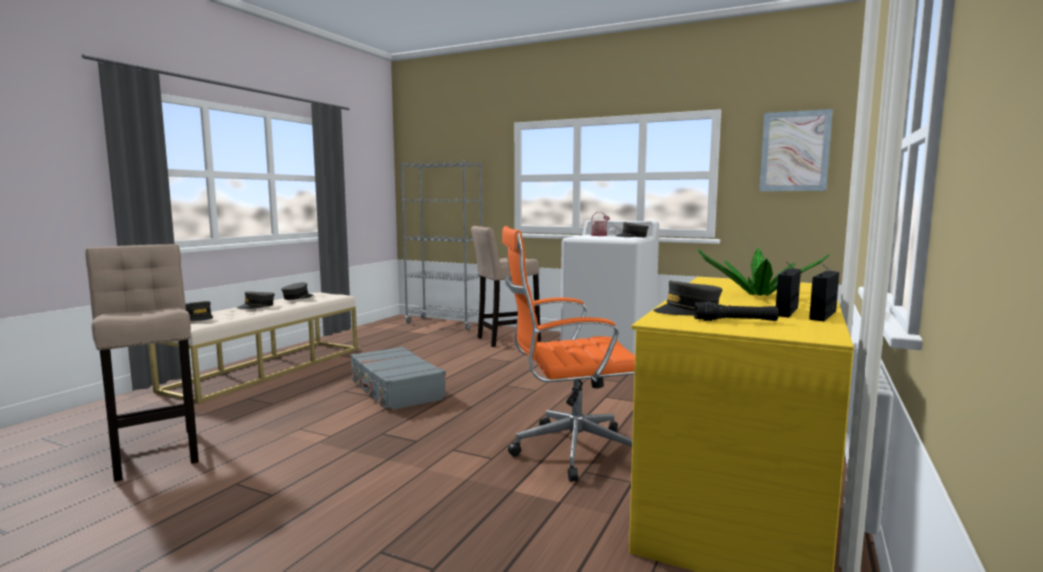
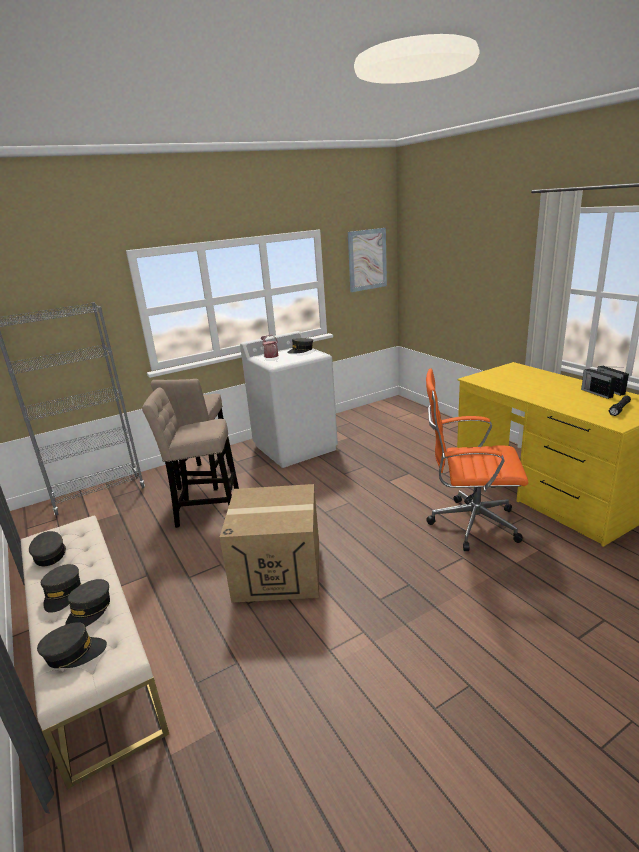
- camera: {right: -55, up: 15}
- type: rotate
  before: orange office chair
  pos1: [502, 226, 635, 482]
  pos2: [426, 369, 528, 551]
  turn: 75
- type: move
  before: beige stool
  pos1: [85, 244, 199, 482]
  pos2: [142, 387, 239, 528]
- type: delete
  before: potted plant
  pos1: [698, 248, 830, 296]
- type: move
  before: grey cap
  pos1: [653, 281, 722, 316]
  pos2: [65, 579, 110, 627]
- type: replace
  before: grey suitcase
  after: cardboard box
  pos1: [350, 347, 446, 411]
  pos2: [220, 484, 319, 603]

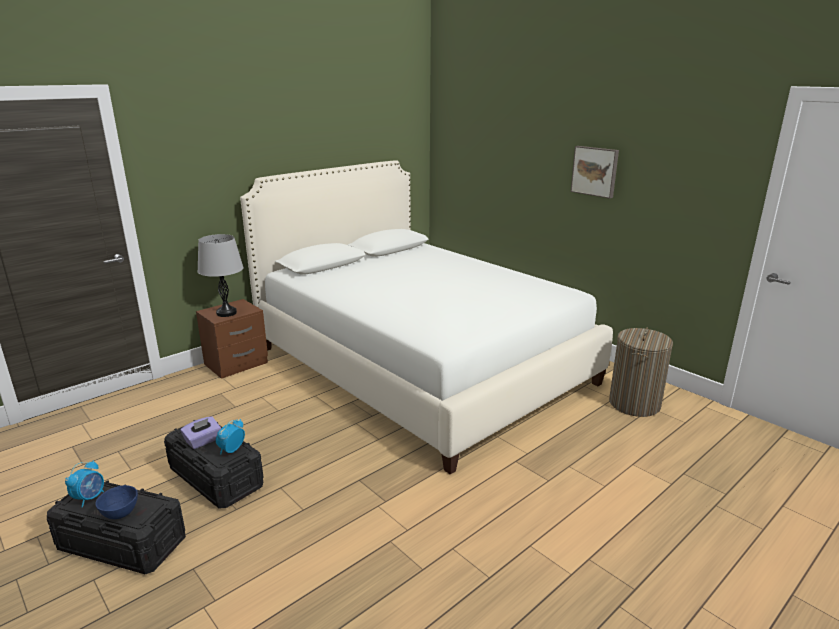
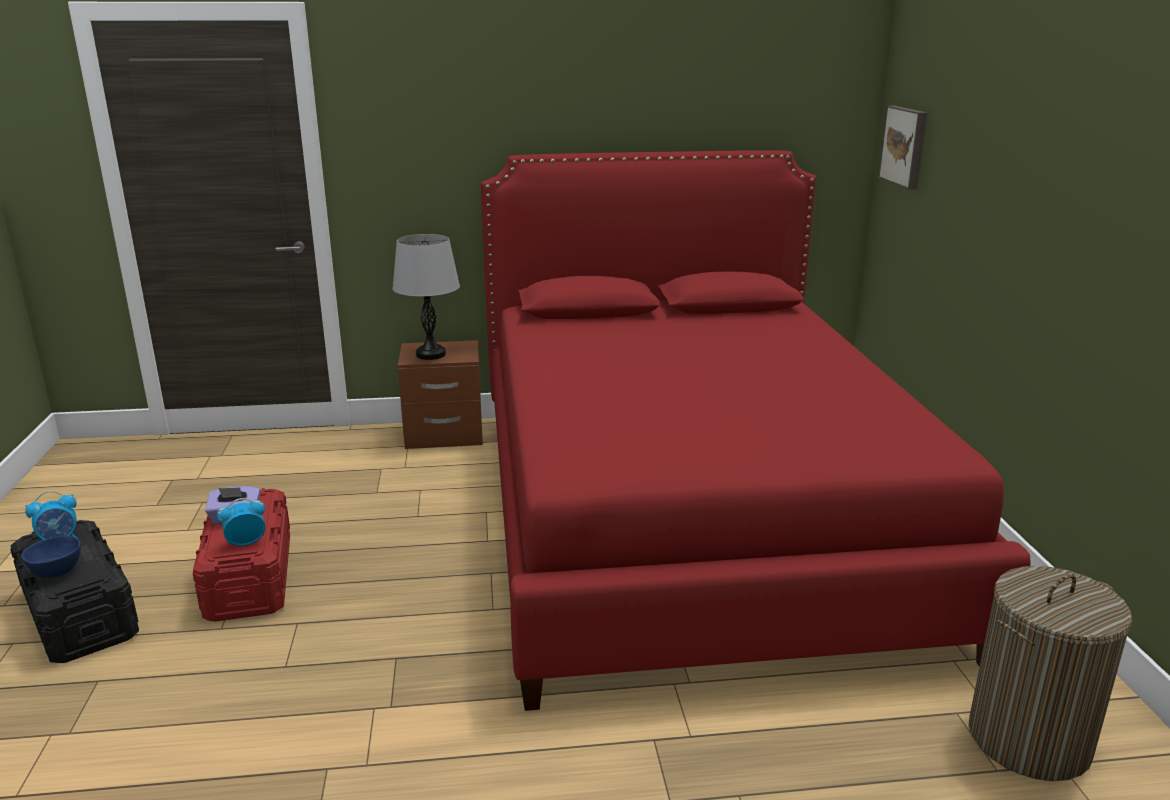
- camera: {right: 35, up: 0}
- type: move
  before: picture
  pos1: [571, 146, 619, 198]
  pos2: [878, 106, 927, 189]
- type: recolor
  before: white bed
  after: red bed
  pos1: [240, 161, 613, 474]
  pos2: [481, 150, 1031, 711]
- type: recolor
  before: black storage box
  after: red storage box
  pos1: [164, 420, 263, 508]
  pos2: [193, 488, 290, 622]

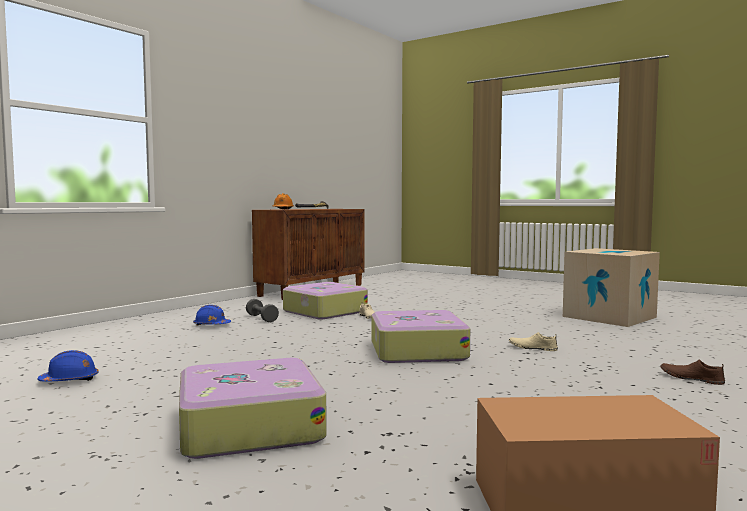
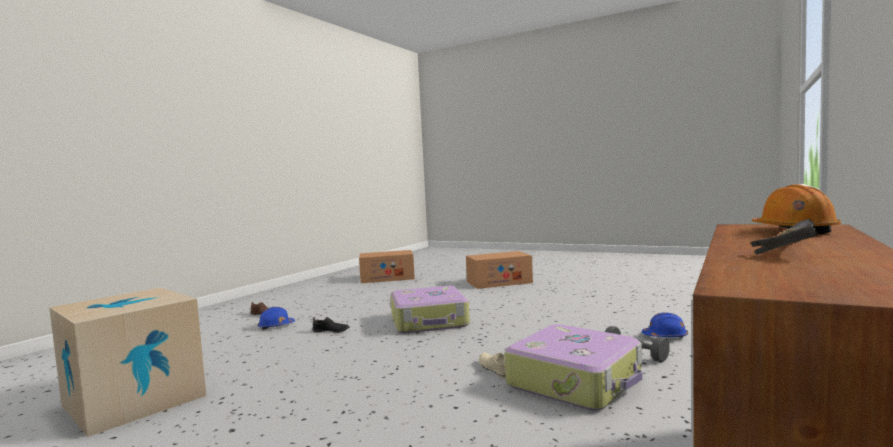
- camera: {right: 175, up: 0}
- type: recolor
  before: beige shoe
  after: black shoe
  pos1: [509, 332, 558, 351]
  pos2: [312, 317, 350, 333]
- type: move
  before: blue hard hat
  pos1: [37, 350, 99, 382]
  pos2: [257, 307, 295, 330]
- type: replace
  before: suitcase
  after: cardboard box
  pos1: [179, 358, 327, 459]
  pos2: [466, 251, 533, 289]

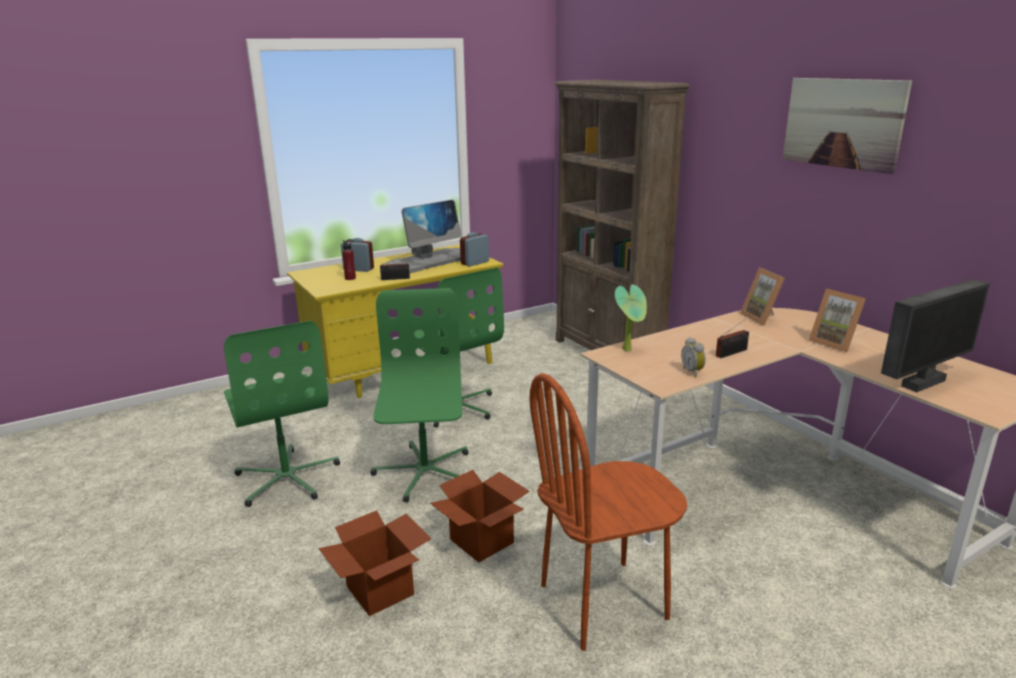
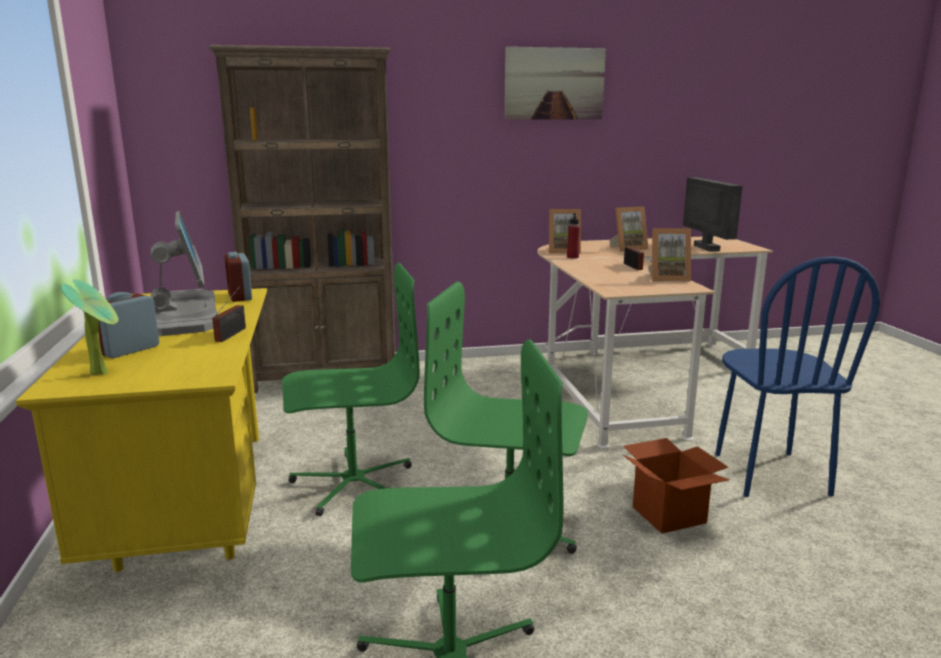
- camera: {right: -70, up: -5}
- type: move
  before: red bottle
  pos1: [342, 239, 356, 280]
  pos2: [567, 213, 580, 259]
- type: move
  before: potted plant
  pos1: [615, 284, 647, 352]
  pos2: [61, 279, 119, 375]
- type: replace
  before: alarm clock
  after: picture frame
  pos1: [681, 337, 706, 377]
  pos2: [648, 228, 691, 281]
- type: recolor
  before: brown chair
  after: blue chair
  pos1: [529, 373, 687, 651]
  pos2: [715, 256, 880, 497]
- type: delete
  before: cardboard box
  pos1: [318, 510, 431, 616]

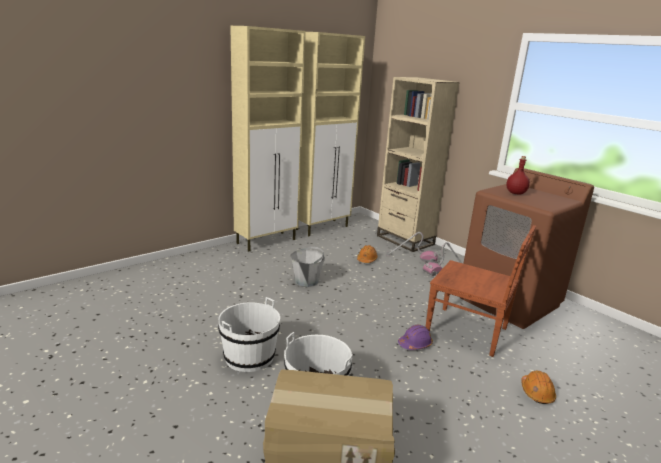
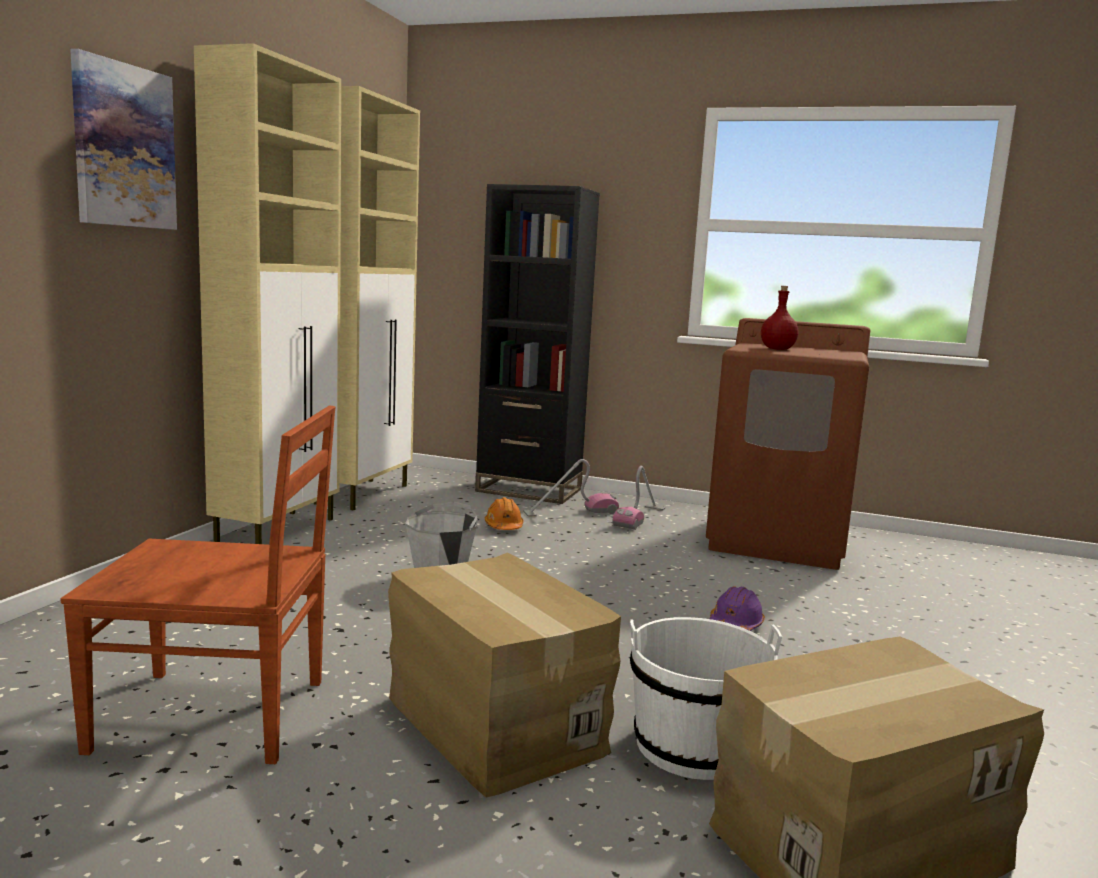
- camera: {right: -30, up: -10}
- type: recolor
  before: beige bookcase
  after: black bookcase
  pos1: [377, 77, 459, 252]
  pos2: [475, 184, 600, 504]
- type: move
  before: brown chair
  pos1: [426, 225, 536, 357]
  pos2: [60, 405, 336, 764]
- type: replace
  before: white bucket
  after: cardboard box
  pos1: [218, 297, 280, 372]
  pos2: [388, 553, 621, 797]
- type: delete
  before: orange hard hat
  pos1: [521, 371, 556, 404]
- type: insert
  after: picture
  pos2: [70, 49, 177, 230]

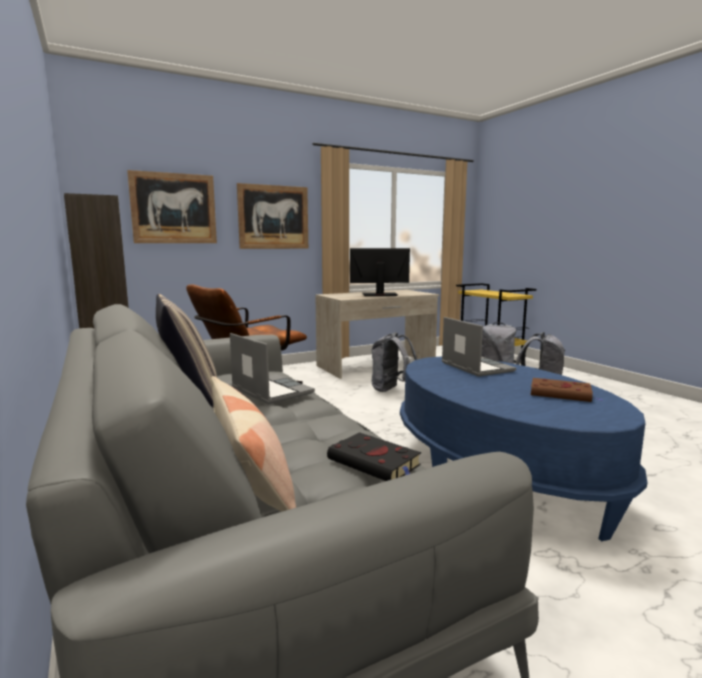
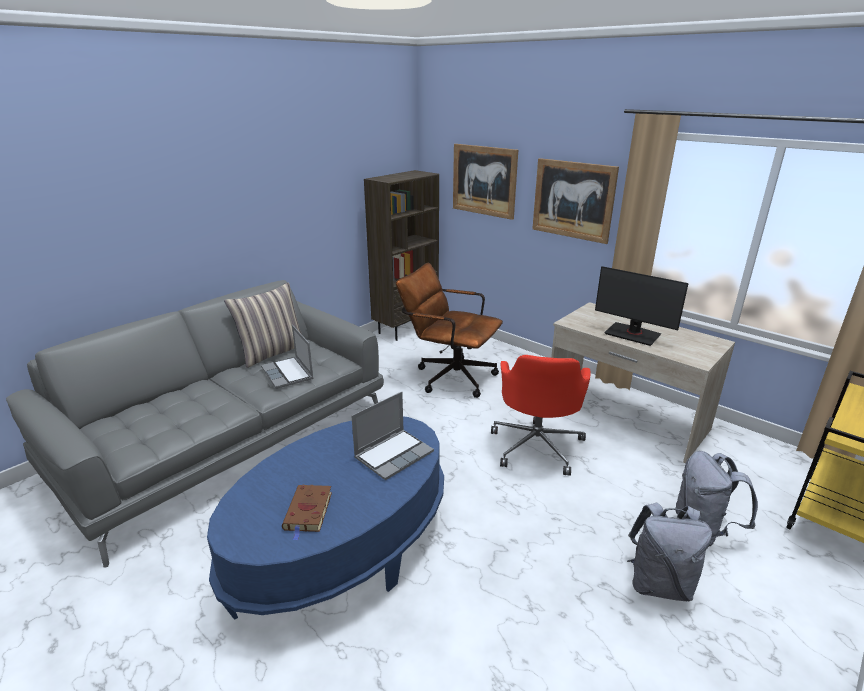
- camera: {right: 70, up: 15}
- type: rotate
  before: monitor
  pos1: [350, 248, 410, 296]
  pos2: [595, 266, 689, 346]
  turn: 150
- type: replace
  before: grey backpack
  after: red office chair
  pos1: [371, 332, 417, 392]
  pos2: [491, 355, 591, 476]
- type: rotate
  before: laptop
  pos1: [230, 333, 315, 404]
  pos2: [261, 325, 314, 389]
  turn: 120
- type: delete
  before: pillow
  pos1: [211, 376, 296, 512]
- type: delete
  before: black book
  pos1: [327, 432, 421, 481]

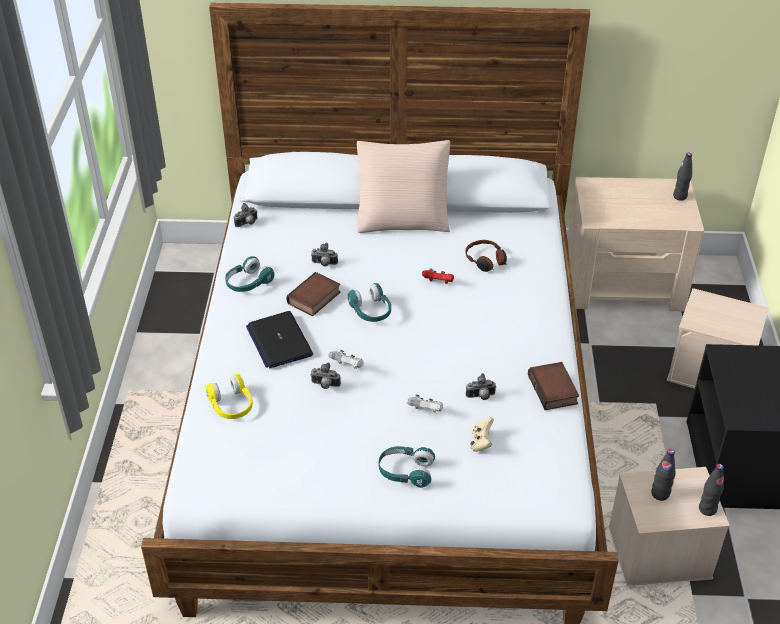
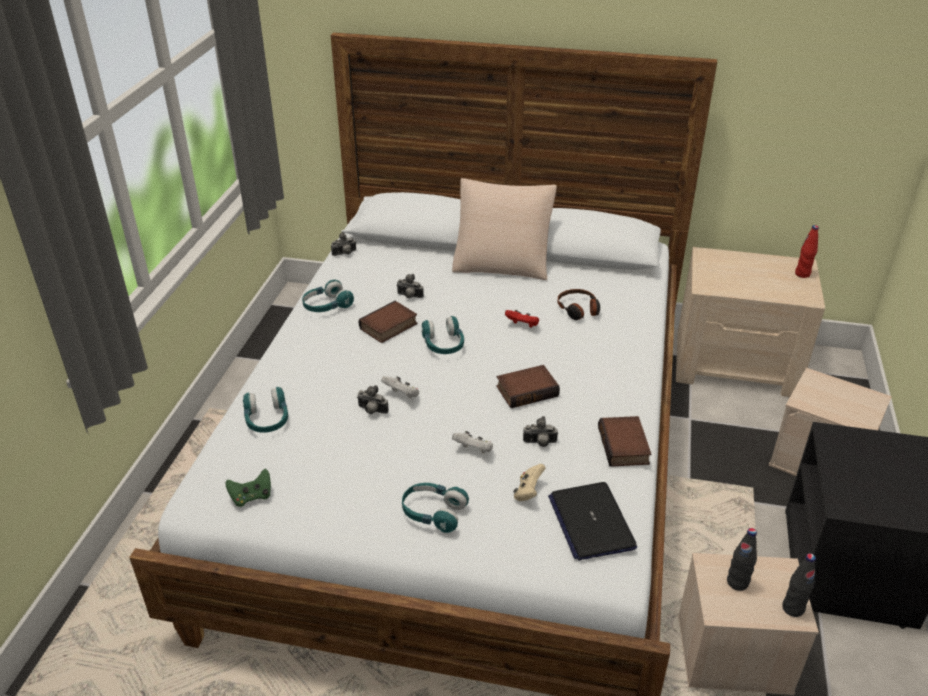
- camera: {right: 10, up: -5}
- type: recolor
  before: black bottle
  after: red bottle
  pos1: [673, 153, 692, 201]
  pos2: [795, 225, 819, 278]
- type: move
  before: laptop
  pos1: [246, 311, 313, 369]
  pos2: [548, 482, 637, 560]
- type: recolor
  before: yellow headphones
  after: turquoise headphones
  pos1: [206, 374, 253, 419]
  pos2: [243, 387, 288, 433]
- type: insert
  after: book
  pos2: [496, 365, 560, 408]
- type: insert
  after: green game controller
  pos2: [225, 469, 271, 507]

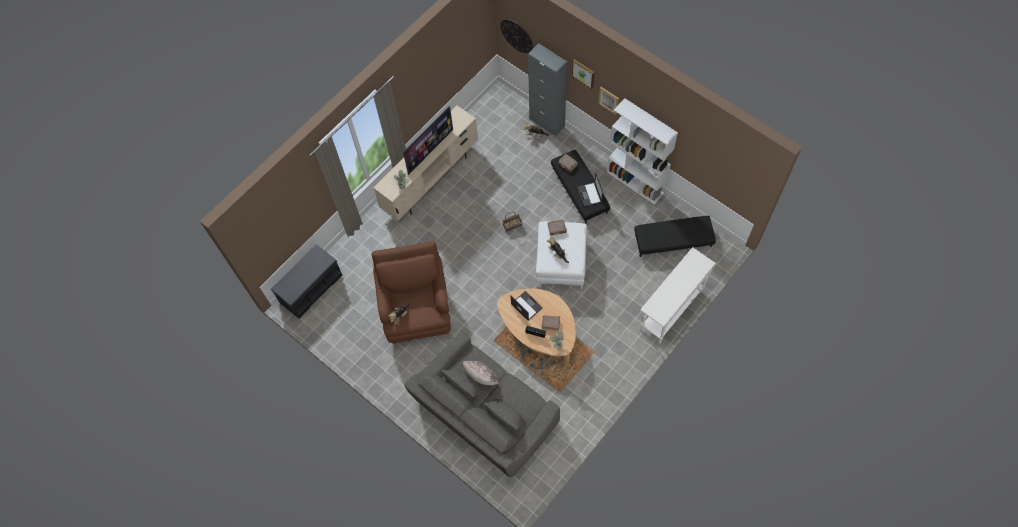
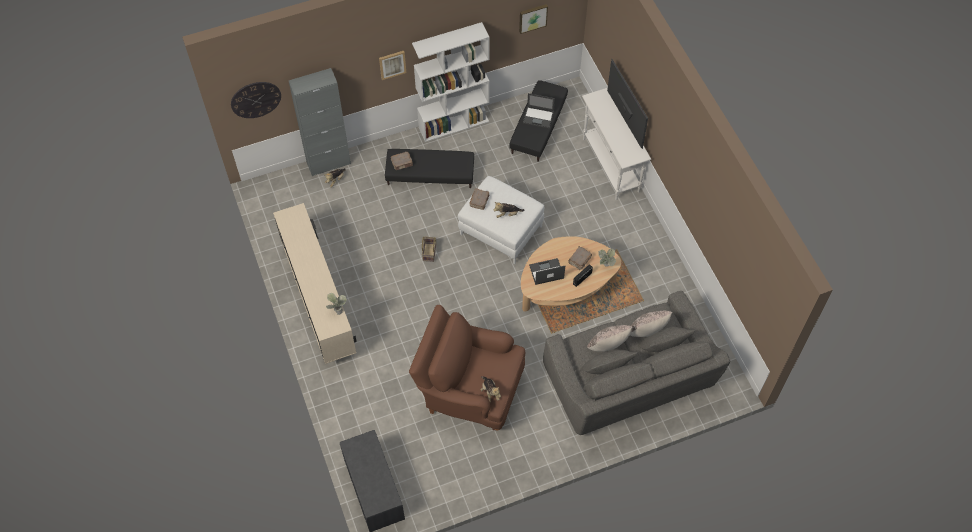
- camera: {right: -65, up: -5}
- type: move
  before: picture
  pos1: [572, 59, 595, 89]
  pos2: [519, 4, 548, 34]
- type: move
  before: television
  pos1: [403, 106, 453, 175]
  pos2: [607, 59, 648, 149]
- type: move
  before: laptop
  pos1: [577, 173, 603, 207]
  pos2: [523, 93, 555, 128]
- type: insert
  after: beige pillow
  pos2: [630, 311, 672, 337]

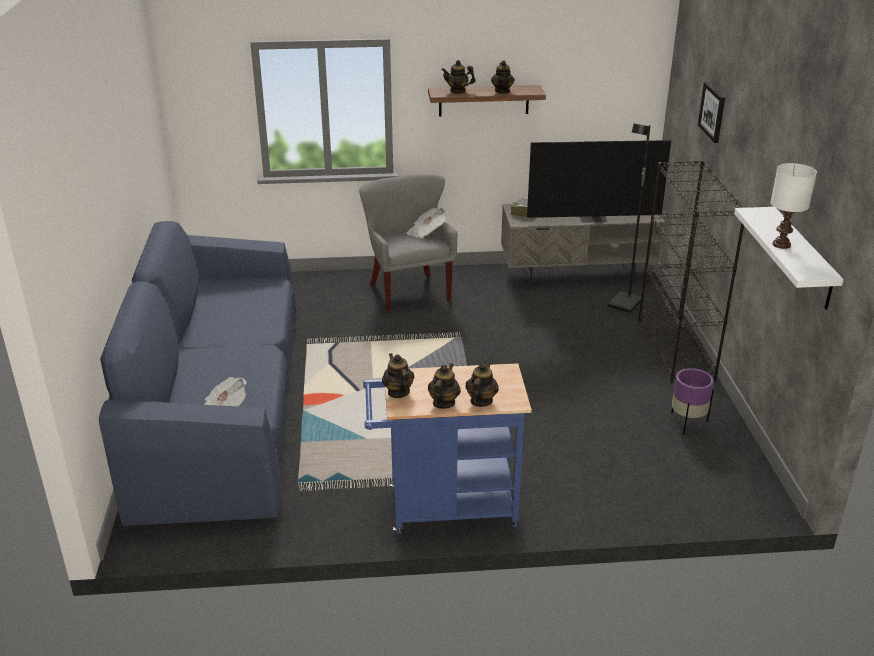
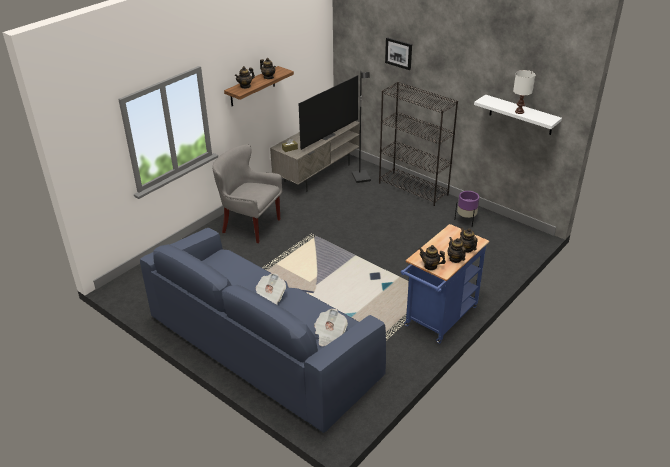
- camera: {right: -45, up: 5}
- type: move
  before: newspaper
  pos1: [407, 208, 446, 238]
  pos2: [255, 273, 286, 305]

